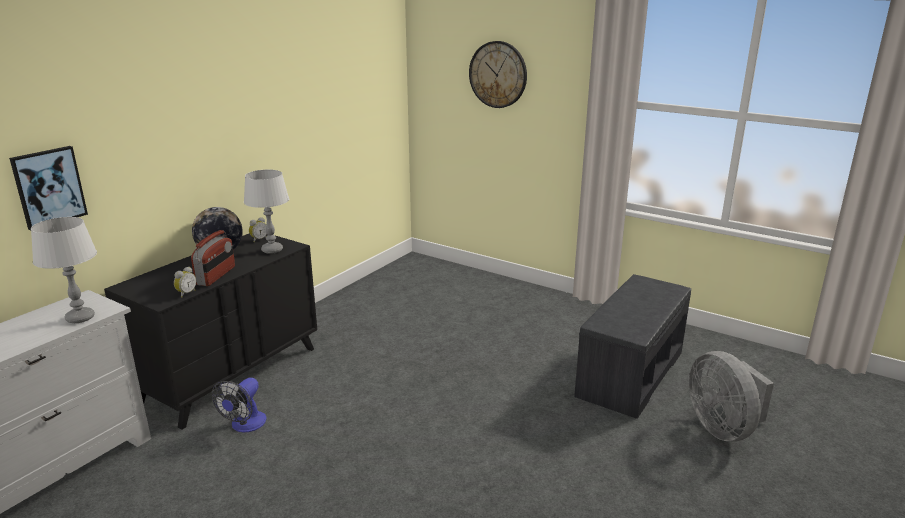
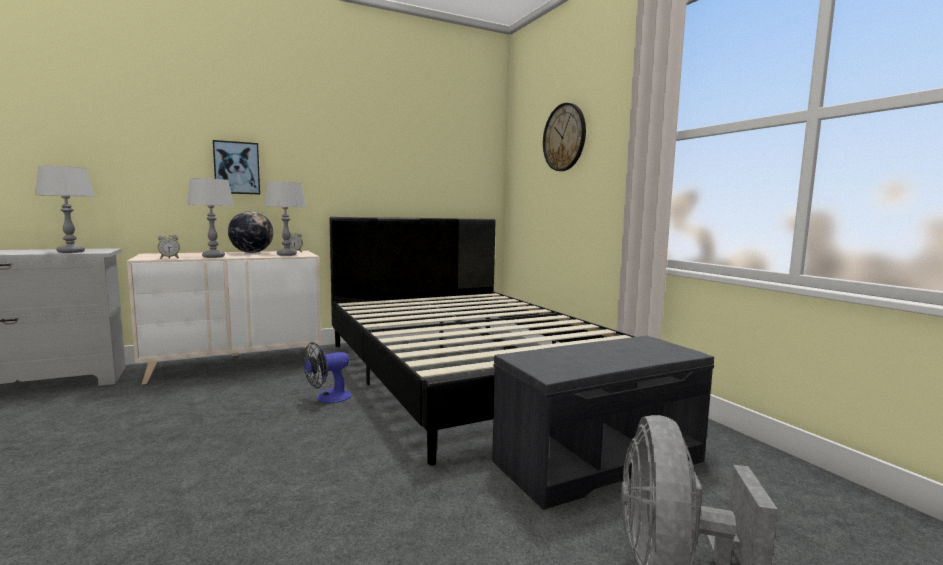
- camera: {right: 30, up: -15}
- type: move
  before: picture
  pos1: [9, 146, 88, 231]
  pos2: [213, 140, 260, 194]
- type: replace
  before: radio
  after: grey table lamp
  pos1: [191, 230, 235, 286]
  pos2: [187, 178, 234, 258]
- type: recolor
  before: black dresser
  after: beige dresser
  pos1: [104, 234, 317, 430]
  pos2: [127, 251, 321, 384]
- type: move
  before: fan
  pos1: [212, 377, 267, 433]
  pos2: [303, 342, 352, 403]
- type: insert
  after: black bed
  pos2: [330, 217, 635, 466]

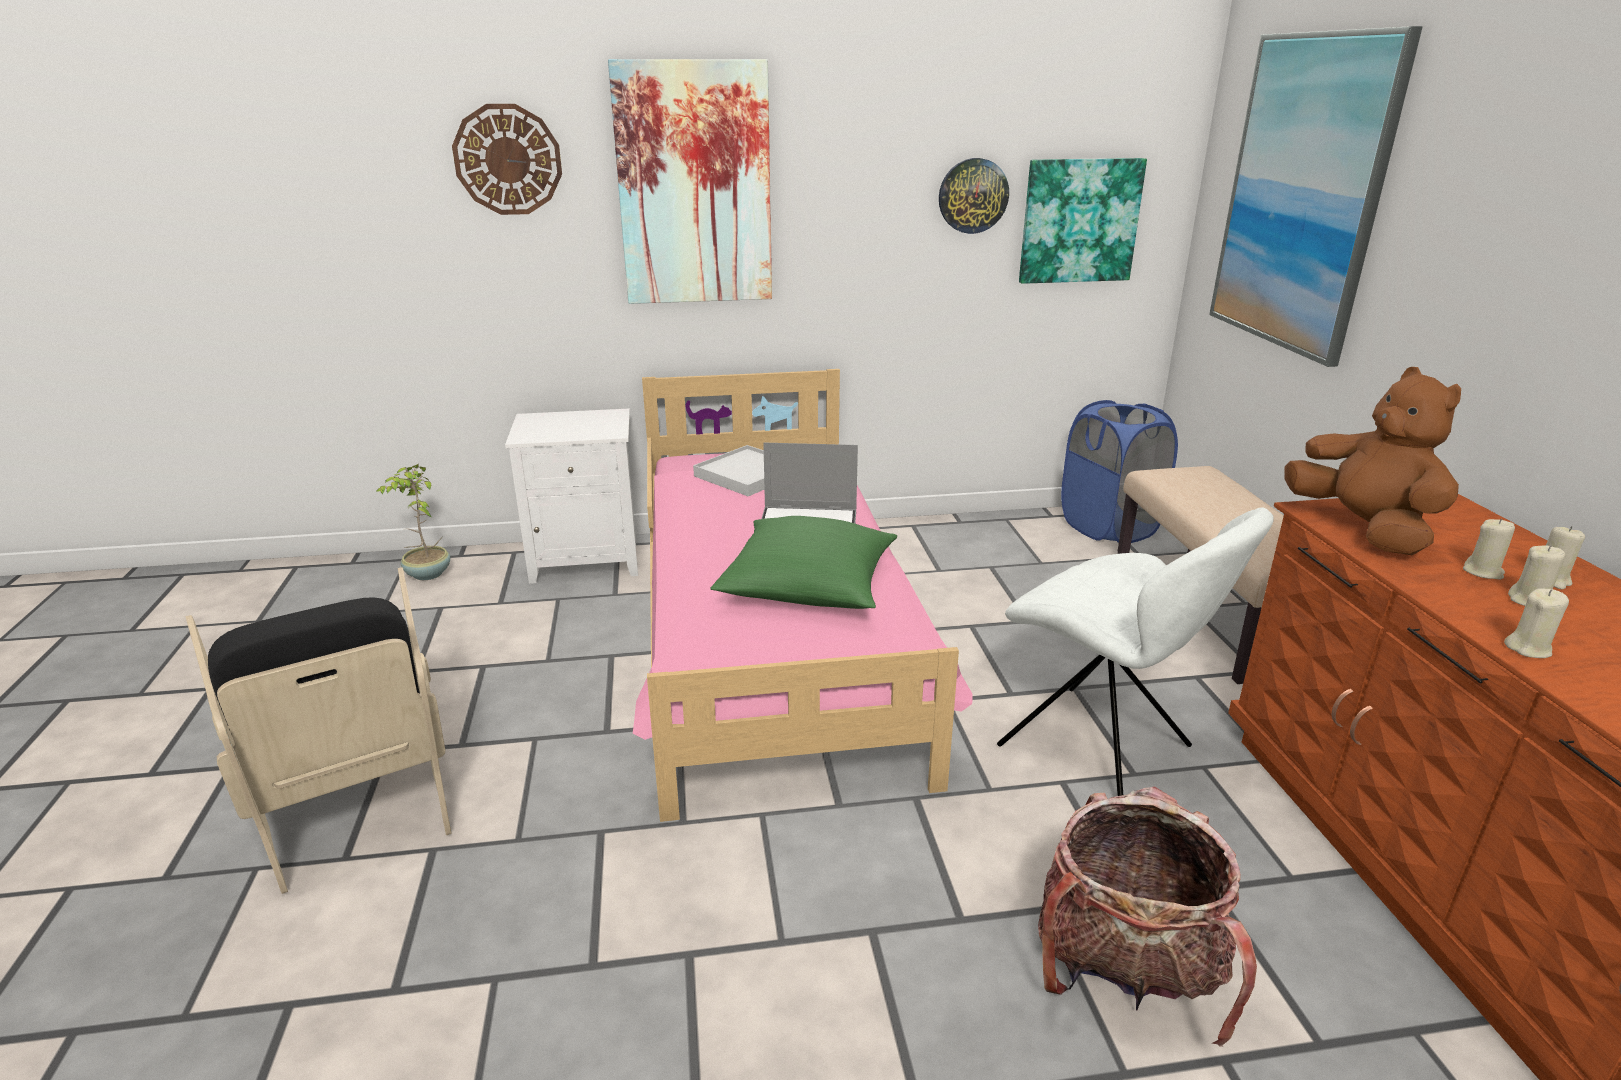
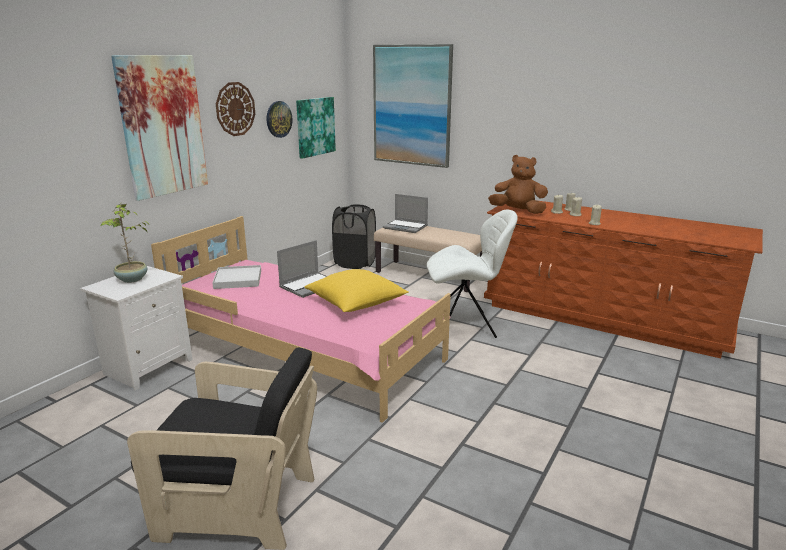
- camera: {right: -50, up: -5}
- type: move
  before: wall clock
  pos1: [452, 104, 562, 215]
  pos2: [216, 82, 255, 136]
- type: recolor
  before: blue laundry basket
  after: black laundry basket
  pos1: [1061, 400, 1178, 543]
  pos2: [332, 204, 376, 269]
- type: move
  before: potted plant
  pos1: [377, 464, 450, 580]
  pos2: [101, 203, 149, 283]
- type: recolor
  before: green pillow
  after: yellow pillow
  pos1: [711, 516, 897, 609]
  pos2: [305, 269, 409, 312]
- type: delete
  before: backpack
  pos1: [1038, 786, 1257, 1047]
- type: insert
  after: laptop
  pos2: [383, 194, 428, 233]

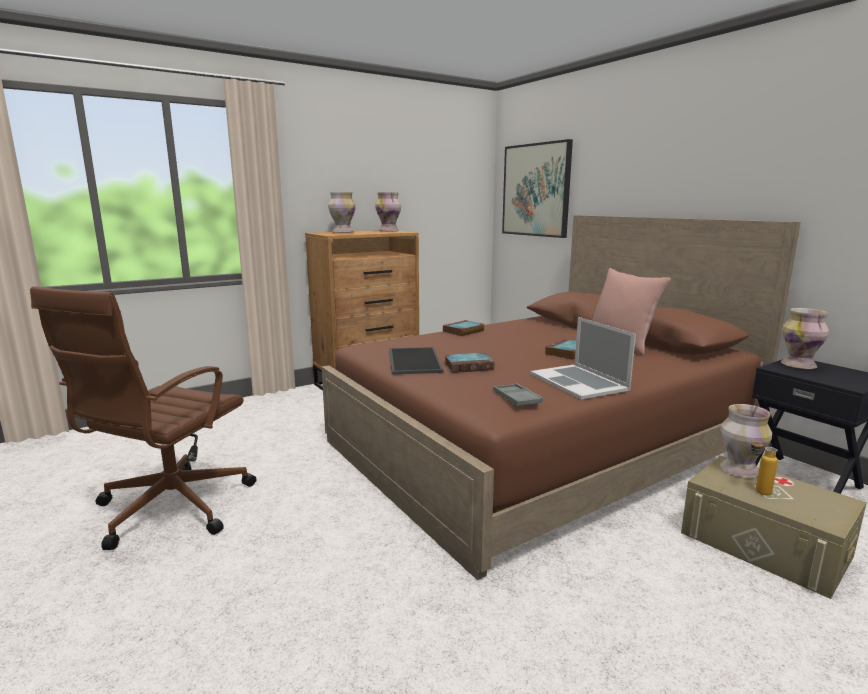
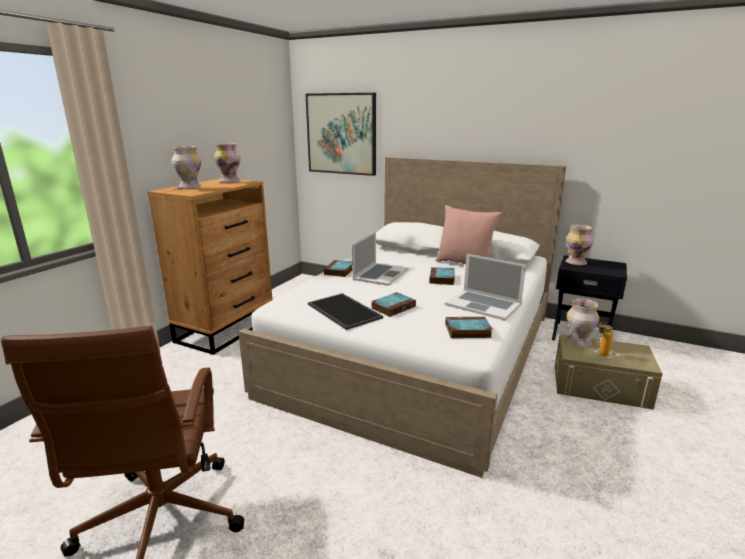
- camera: {right: -30, up: 5}
- type: recolor
  before: brown bed
  after: white bed
  pos1: [322, 215, 801, 580]
  pos2: [238, 157, 566, 478]
- type: replace
  before: grey tray
  after: book
  pos1: [493, 383, 543, 407]
  pos2: [445, 317, 493, 338]
- type: insert
  after: laptop
  pos2: [352, 231, 409, 286]

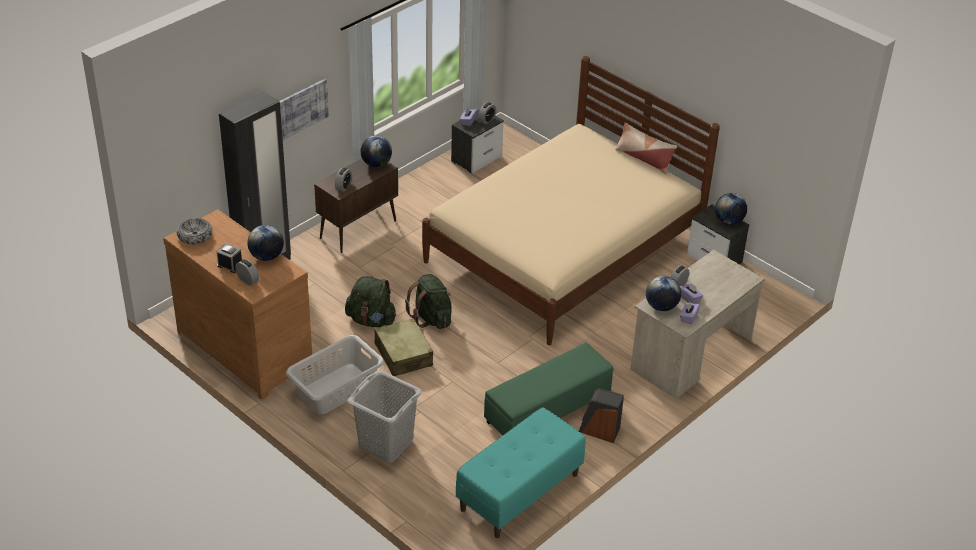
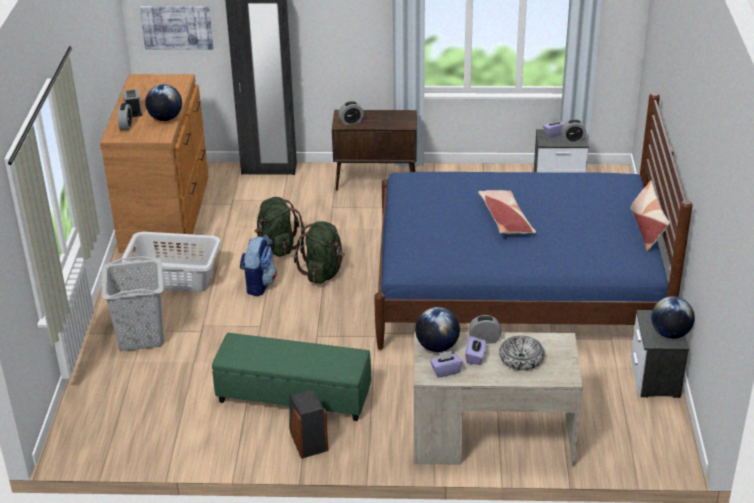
- camera: {right: 50, up: -5}
- type: recolor
  before: beige bed
  after: blue bed
  pos1: [422, 56, 720, 345]
  pos2: [374, 92, 693, 350]
- type: move
  before: picture
  pos1: [280, 79, 329, 140]
  pos2: [140, 6, 213, 50]
- type: delete
  before: globe
  pos1: [360, 136, 392, 167]
- type: move
  before: bowl
  pos1: [177, 218, 213, 245]
  pos2: [499, 336, 545, 370]
- type: replace
  before: beige suitcase
  after: backpack
  pos1: [374, 318, 433, 376]
  pos2: [240, 236, 277, 296]
- type: delete
  before: turquoise bench
  pos1: [456, 407, 586, 538]
- type: insert
  after: pillow
  pos2: [478, 190, 536, 234]

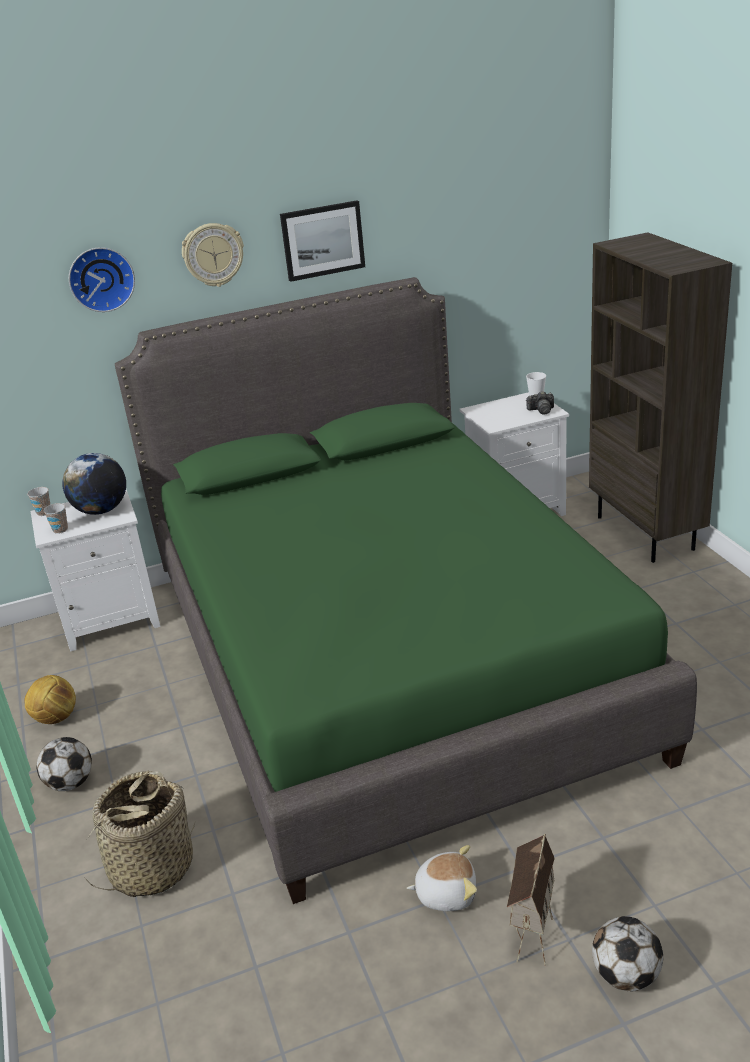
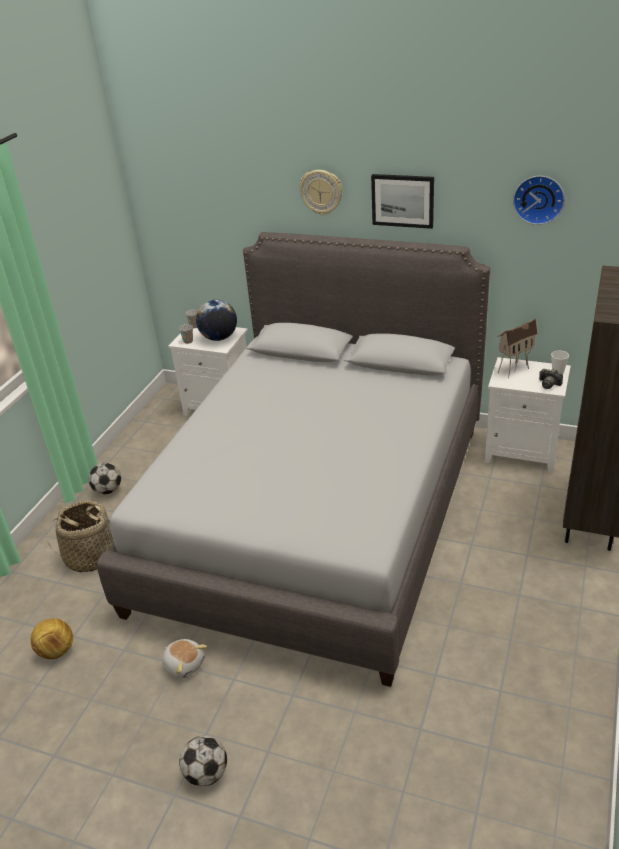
- camera: {right: 40, up: 5}
- type: move
  before: wall clock
  pos1: [69, 247, 135, 312]
  pos2: [513, 176, 565, 225]
- type: recolor
  before: green bed
  after: grey bed
  pos1: [115, 277, 697, 904]
  pos2: [97, 232, 490, 687]
- type: move
  before: football
  pos1: [24, 675, 76, 724]
  pos2: [31, 618, 73, 659]
- type: move
  before: toy house
  pos1: [507, 834, 555, 966]
  pos2: [497, 318, 538, 379]

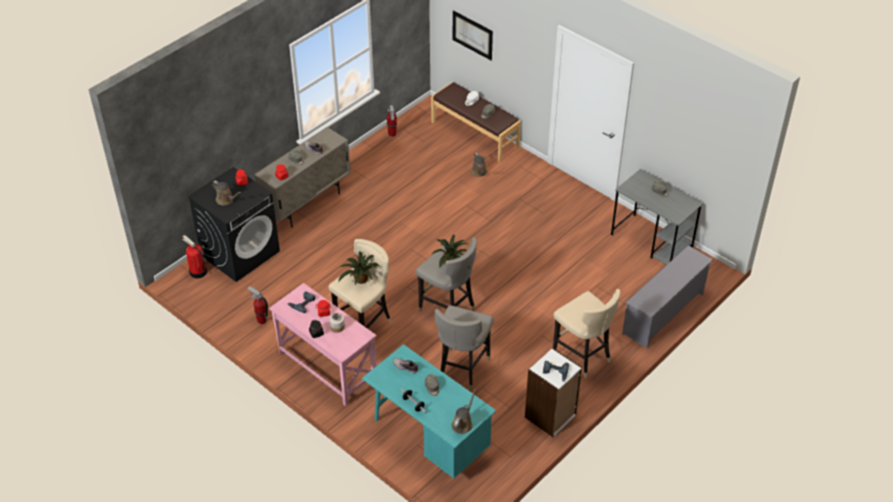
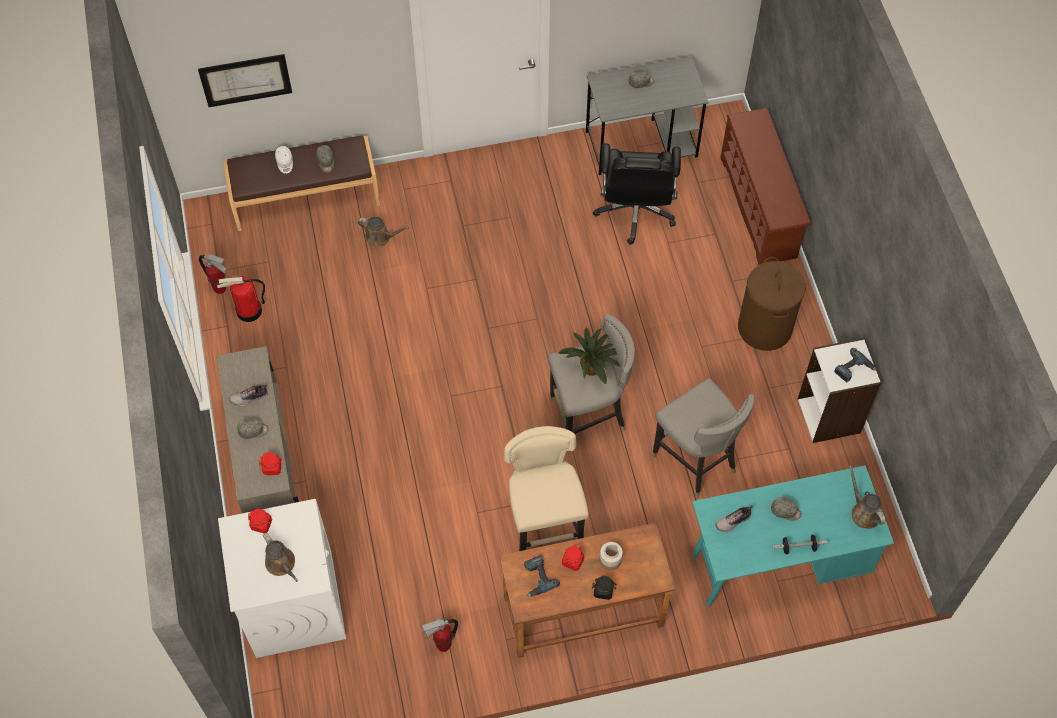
- camera: {right: -55, up: 15}
- type: recolor
  before: black washing machine
  after: white washing machine
  pos1: [188, 167, 280, 282]
  pos2: [218, 499, 346, 658]
- type: rotate
  before: brown watering can
  pos1: [212, 180, 242, 205]
  pos2: [262, 533, 298, 582]
  turn: 75
- type: move
  before: fire extinguisher
  pos1: [182, 235, 207, 278]
  pos2: [217, 276, 265, 322]
- type: recolor
  before: grey shoe rack
  after: brown shoe rack
  pos1: [622, 245, 713, 348]
  pos2: [720, 108, 811, 265]
- type: delete
  before: potted plant
  pos1: [338, 251, 379, 285]
- type: recolor
  before: pink desk
  after: brown desk
  pos1: [269, 283, 377, 406]
  pos2: [499, 523, 675, 658]
- type: replace
  before: beige stool
  after: brown laundry basket
  pos1: [553, 289, 620, 379]
  pos2: [738, 257, 805, 351]
- type: insert
  after: black office chair
  pos2: [593, 143, 681, 245]

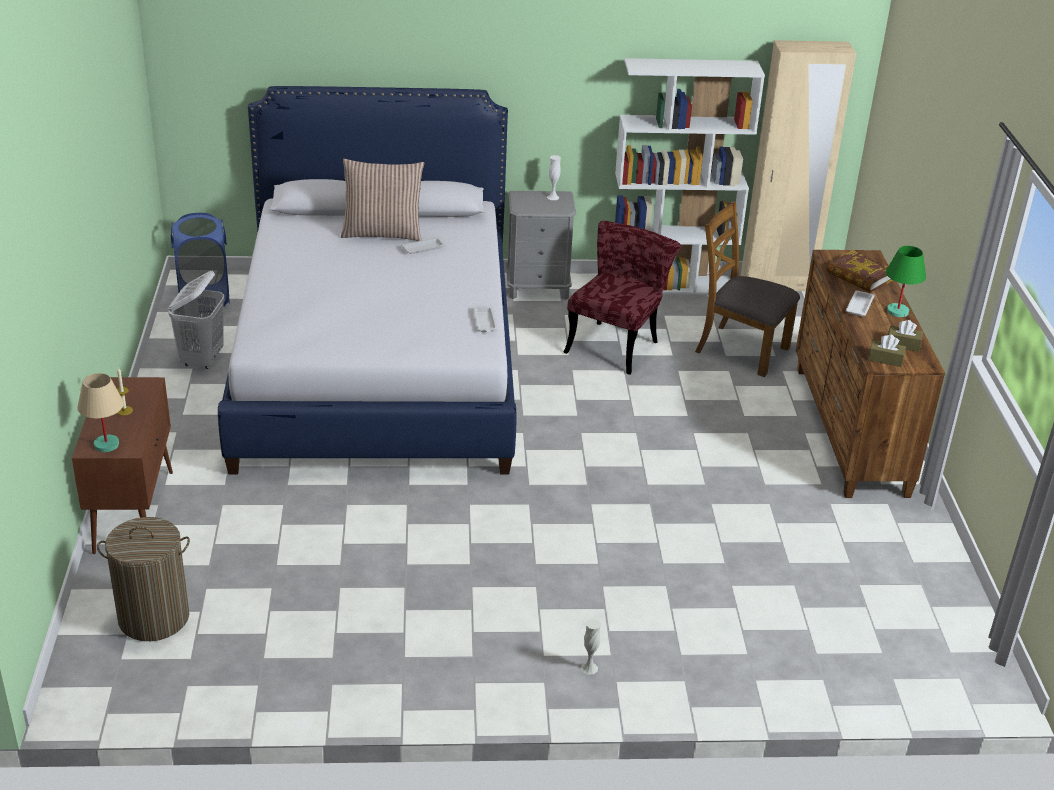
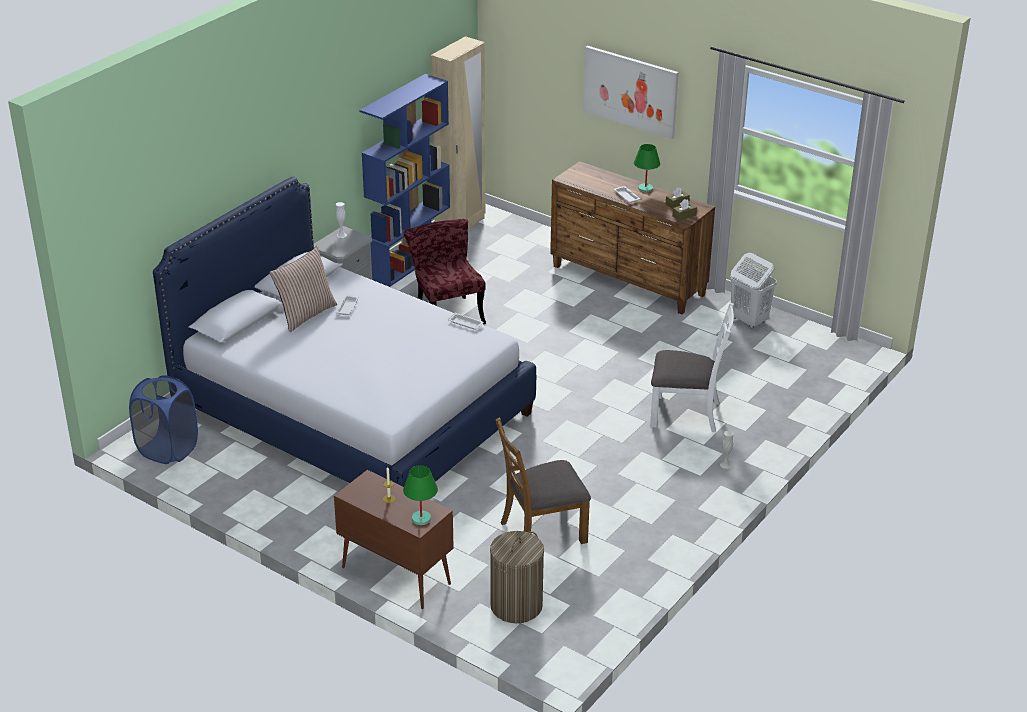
- camera: {right: -50, up: 0}
- type: recolor
  before: white bookcase
  after: blue bookcase
  pos1: [615, 58, 765, 295]
  pos2: [359, 74, 450, 287]
- type: move
  before: brown chair
  pos1: [695, 201, 800, 377]
  pos2: [495, 417, 591, 544]
- type: delete
  before: book
  pos1: [827, 250, 893, 292]
- type: move
  before: white laundry basket
  pos1: [168, 271, 225, 369]
  pos2: [730, 253, 777, 329]
- type: recolor
  before: beige table lamp
  after: green table lamp
  pos1: [77, 373, 124, 452]
  pos2: [403, 465, 438, 525]
- type: insert
  after: picture
  pos2: [583, 46, 679, 139]
- type: insert
  after: white chair
  pos2: [650, 302, 734, 432]

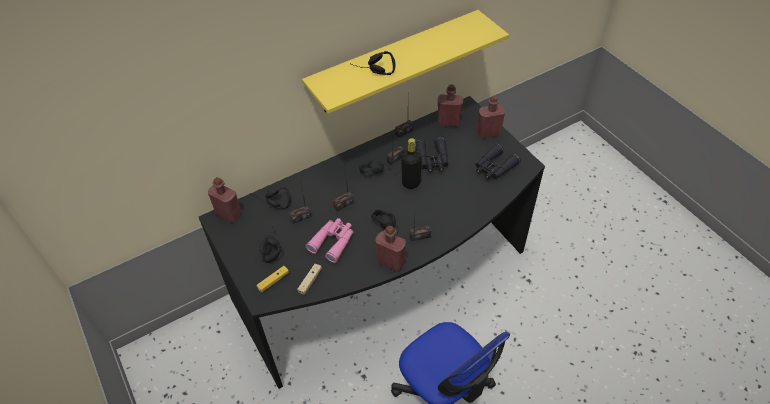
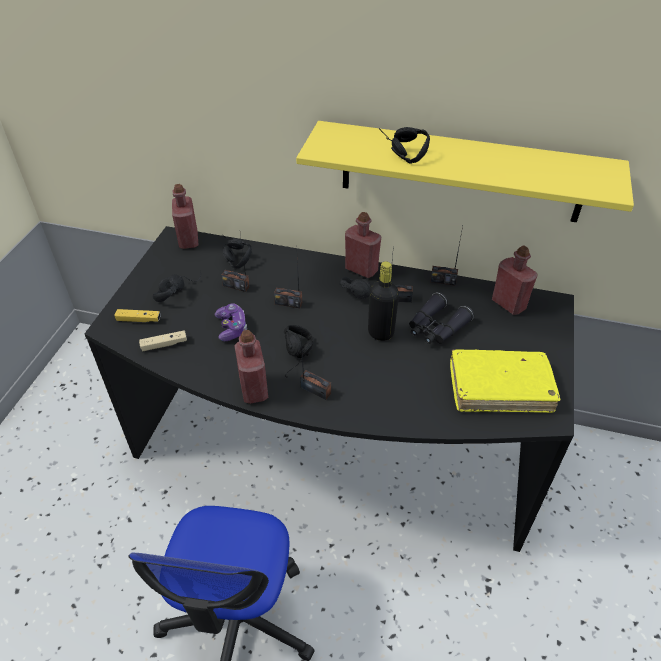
- camera: {right: 45, up: -5}
- type: move
  before: red bottle
  pos1: [477, 95, 505, 139]
  pos2: [345, 212, 381, 278]
- type: replace
  before: black binoculars
  after: yellow book
  pos1: [476, 143, 521, 179]
  pos2: [450, 349, 561, 413]
- type: replace
  before: pink binoculars
  after: game controller
  pos1: [305, 218, 353, 263]
  pos2: [215, 303, 247, 341]

